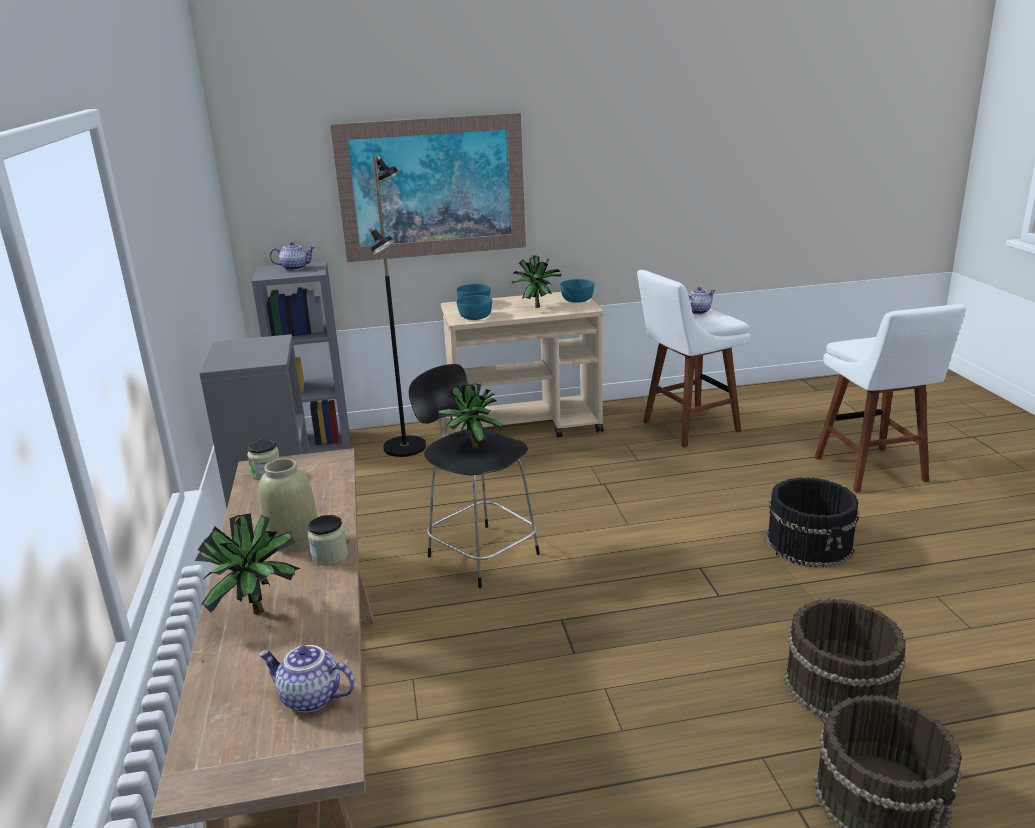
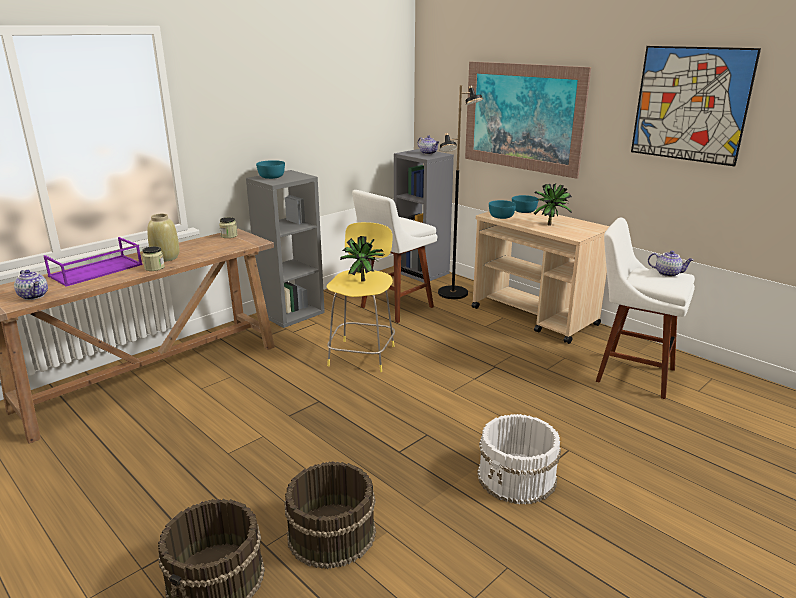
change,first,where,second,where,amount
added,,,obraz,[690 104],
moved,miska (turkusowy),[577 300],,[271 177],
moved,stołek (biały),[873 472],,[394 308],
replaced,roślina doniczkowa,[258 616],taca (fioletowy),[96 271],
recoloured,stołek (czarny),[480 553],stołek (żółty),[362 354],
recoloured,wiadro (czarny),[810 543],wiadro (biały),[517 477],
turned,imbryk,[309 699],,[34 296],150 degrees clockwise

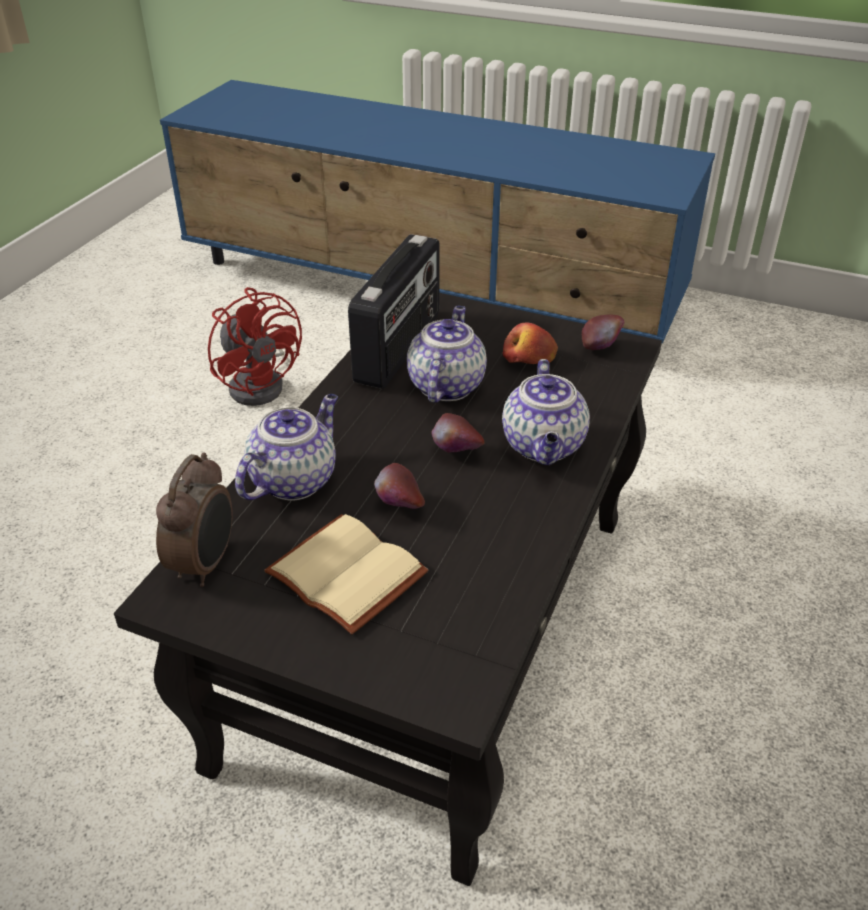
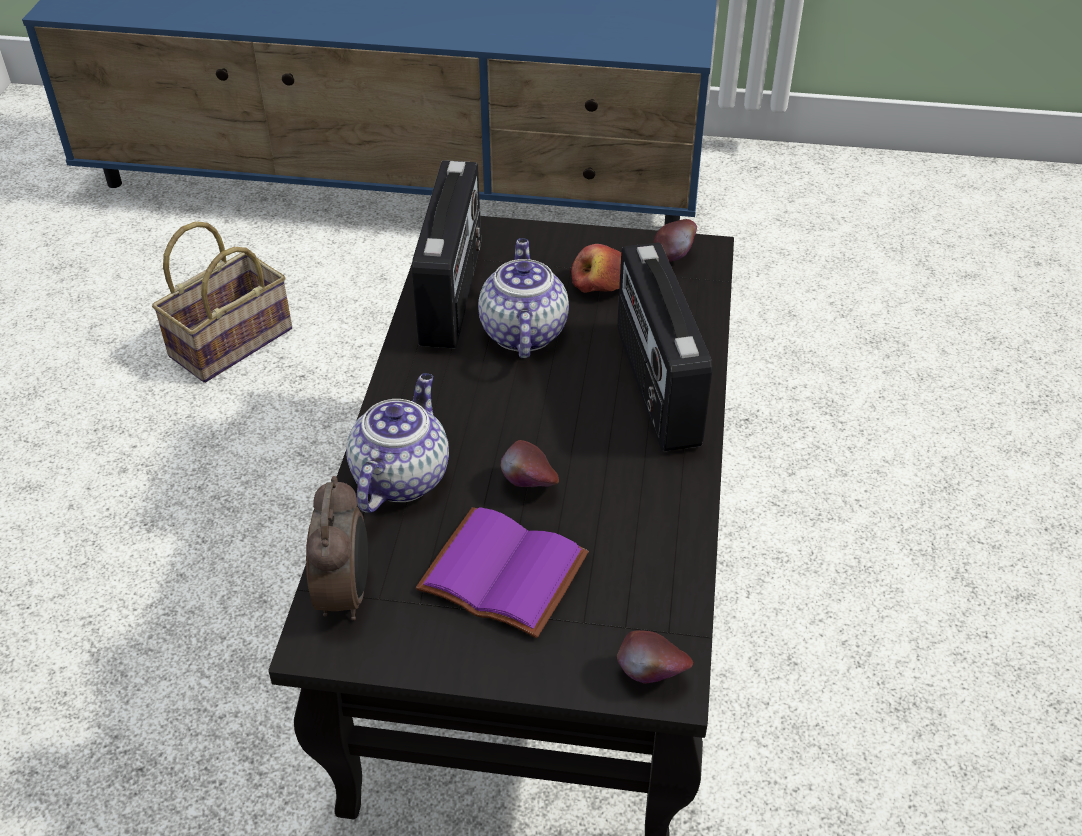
change,first,where,second,where,amount
moved,jabłko,[457 454],,[651 676],
replaced,wentylator (czerwony),[261 383],koszyk,[232 340],
replaced,imbryk,[544 447],radio,[655 387],
recoloured,książka (beżowy),[342 575],książka (fioletowy),[499 576],

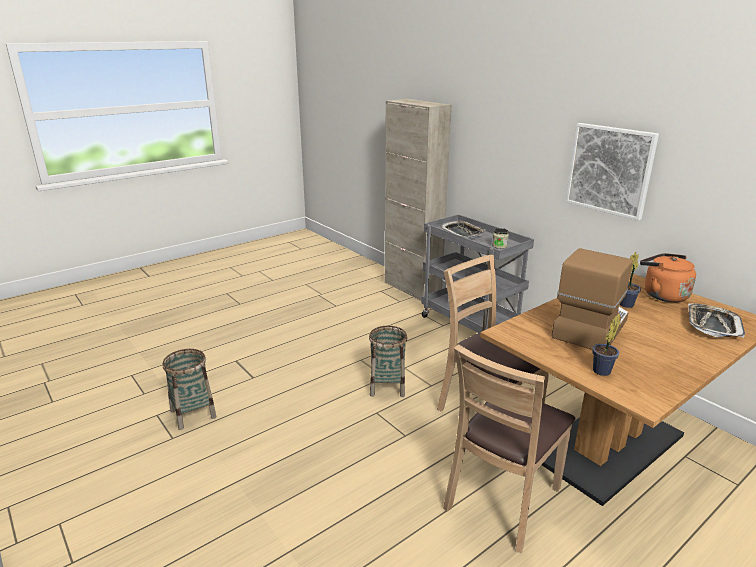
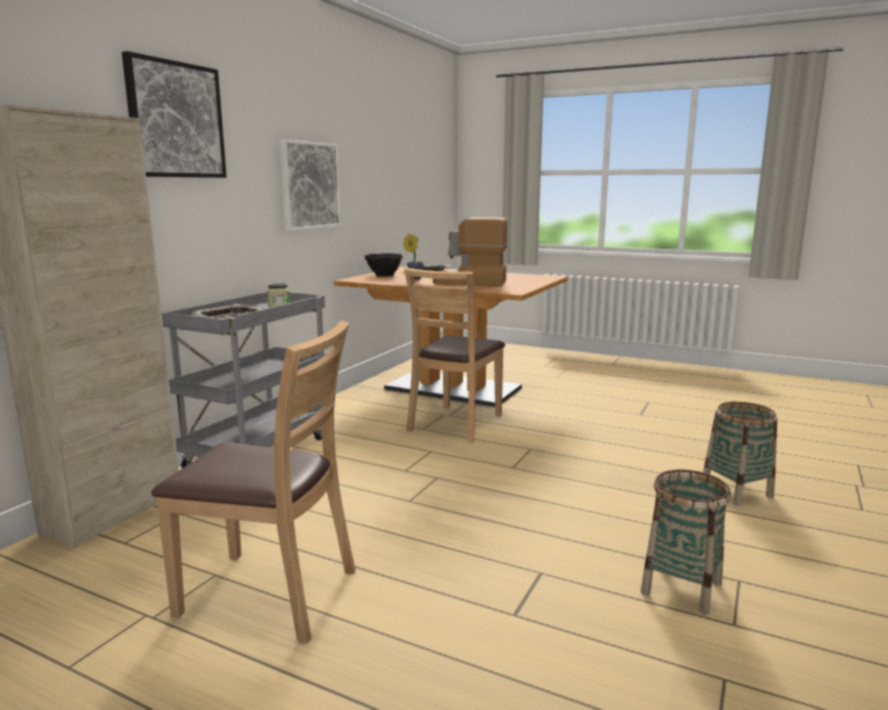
change,first,where,second,where,amount
removed,roślina doniczkowa,[600 372],,,
added,,,obraz,[175 120],
moved,koszyk,[387 386],,[736 491],
moved,krzesło (brązowy),[503 500],,[270 594],
replaced,czajnik (pomarańczowy),[662 295],miska (czarny),[383 275],

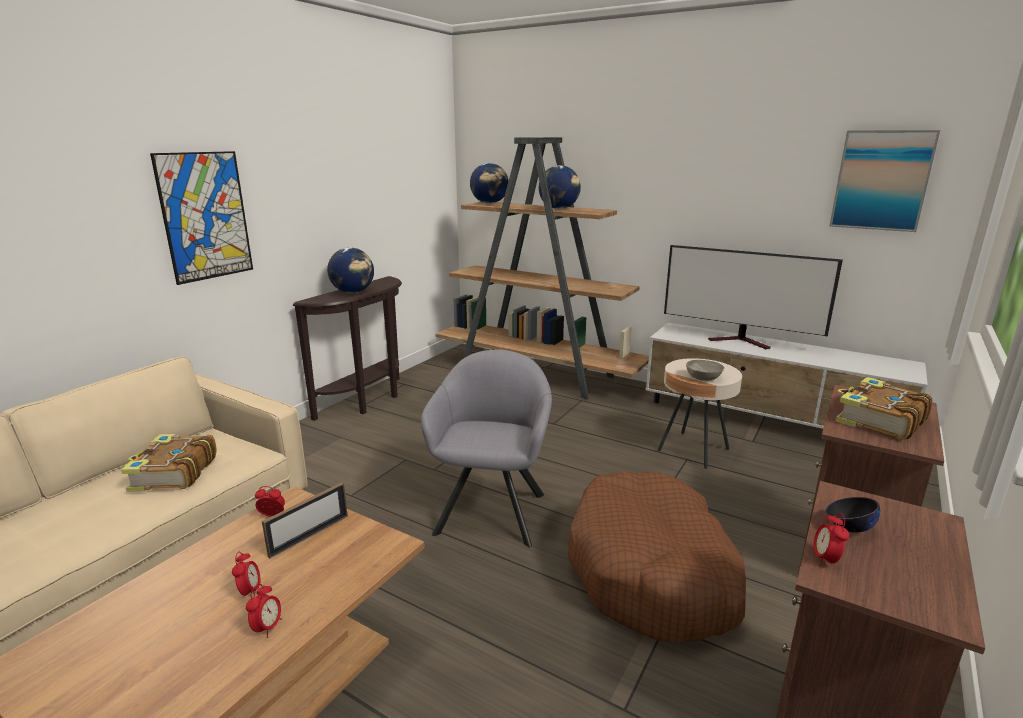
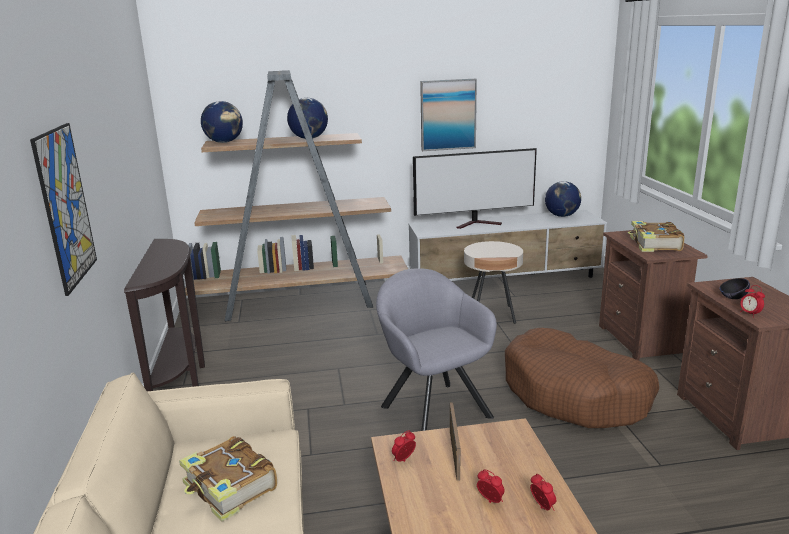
change,first,where,second,where,amount
removed,miska (szary),[703 378],,,
moved,globus,[353 292],,[562 216],
moved,obraz,[881 180],,[448 115],

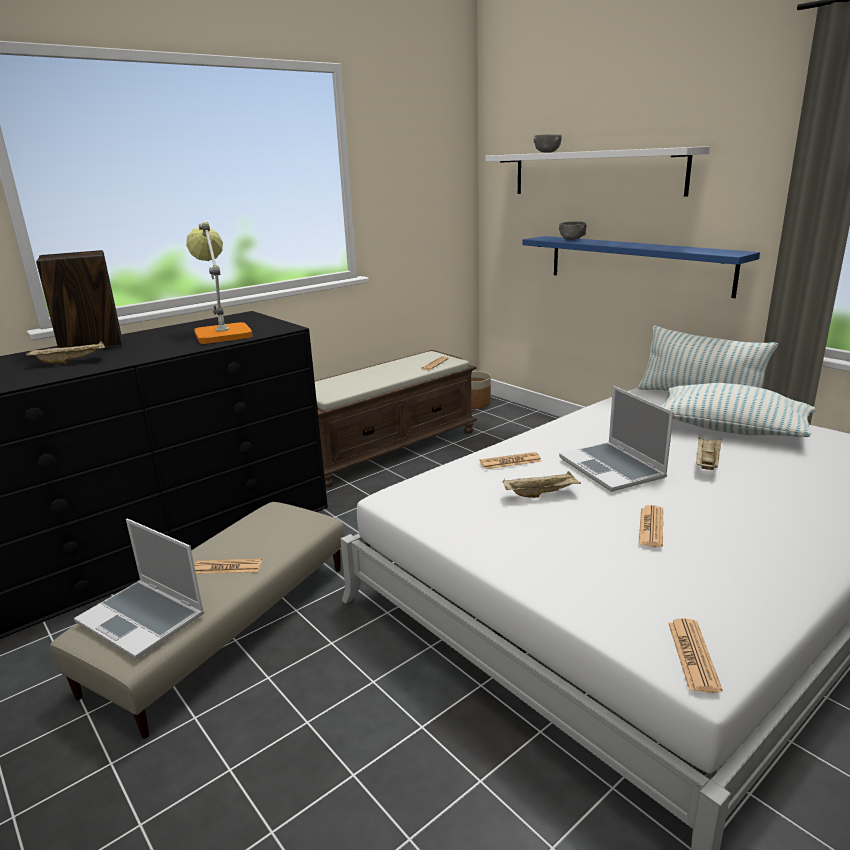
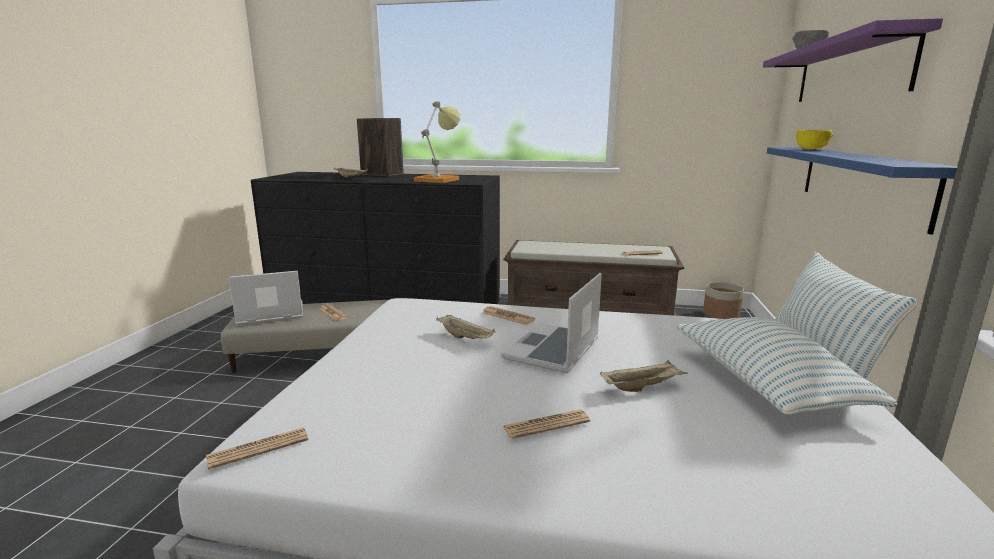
change,first,where,second,where,amount
moved,gazeta,[651 527],,[546 425],
recoloured,półka (biały),[595 173],półka (fioletowy),[849 71],
recoloured,miska (szary),[572 239],miska (żółty),[811 149],
turned,laptop,[143 619],,[270 315],75 degrees clockwise

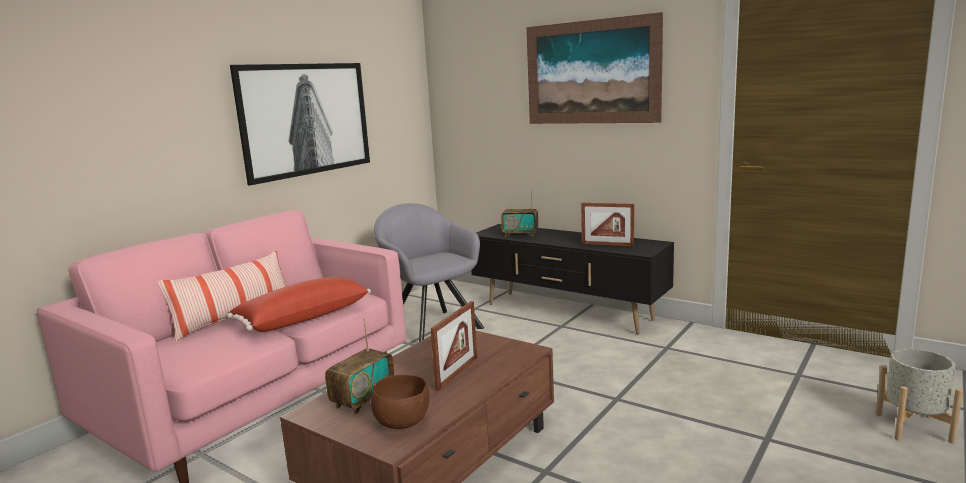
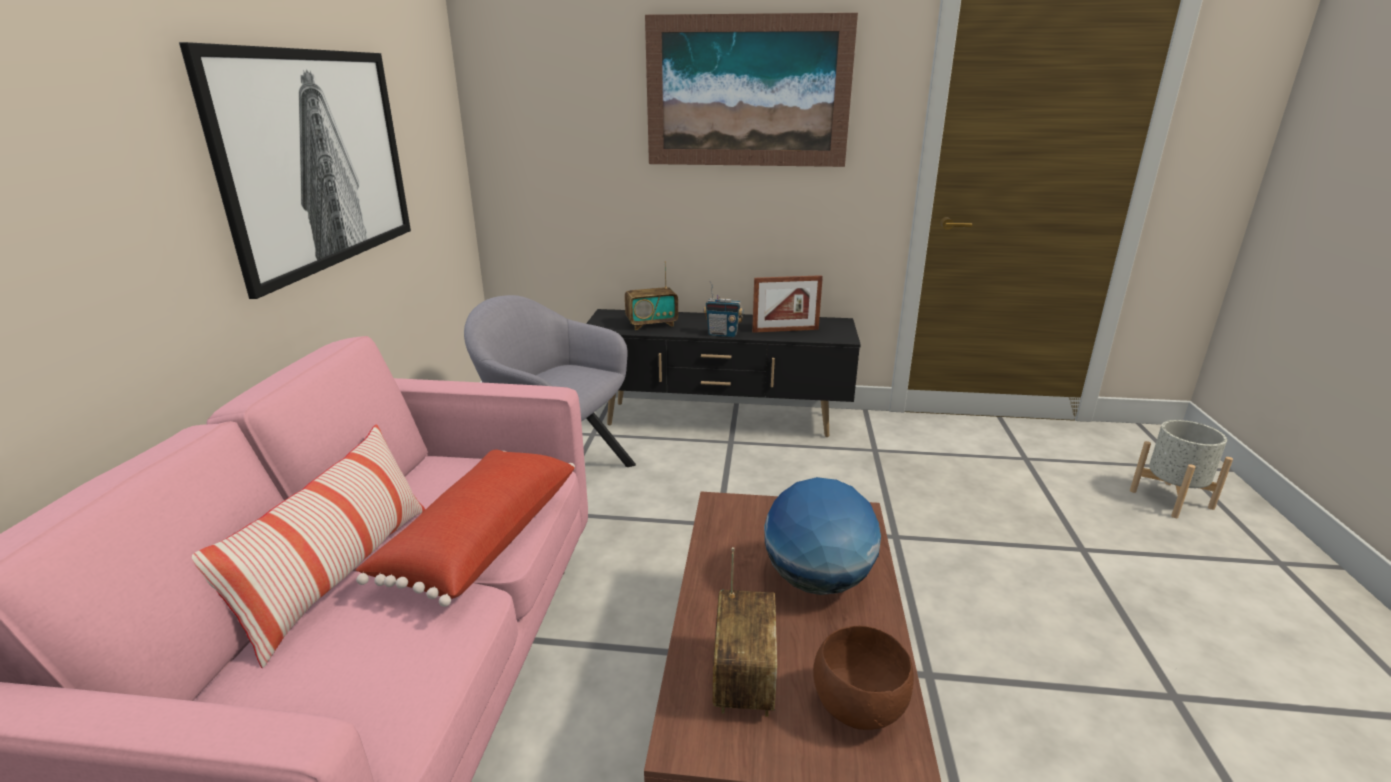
change,first,where,second,where,amount
added,,,radio,[722 334],
replaced,ramka na zdjęcie,[457 373],globus,[817 581],

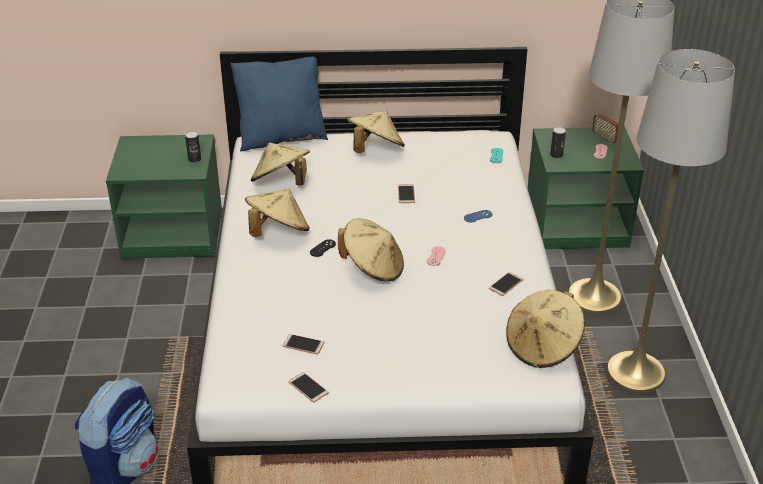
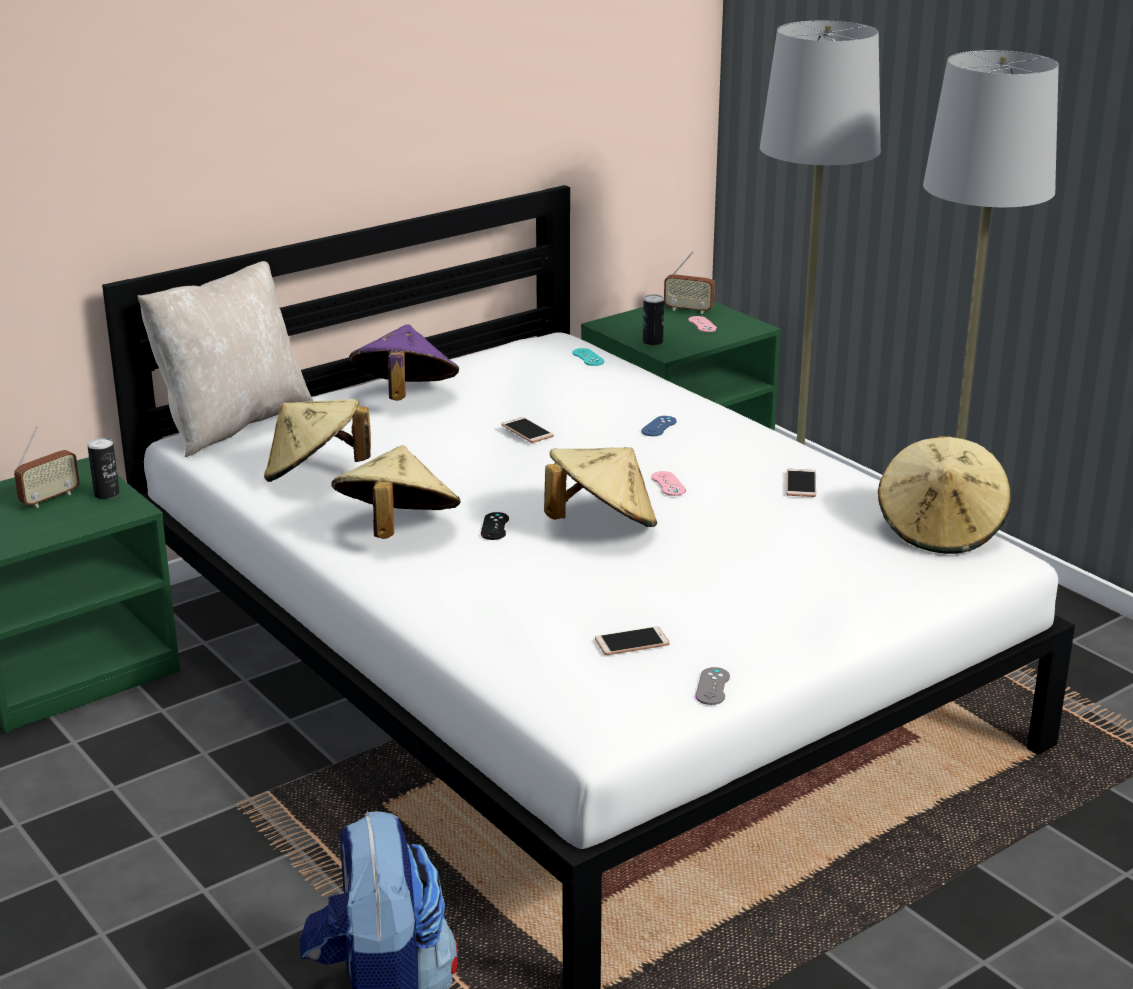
change,first,where,second,where,amount
added,,,radio,[50 499],
replaced,telefon,[308 388],pad do gier (szary),[712 686],
recoloured,poduszka (niebieski),[281 138],poduszka (beżowy),[232 423],
recoloured,kapelusz (beżowy),[375 150],kapelusz (fioletowy),[404 397],

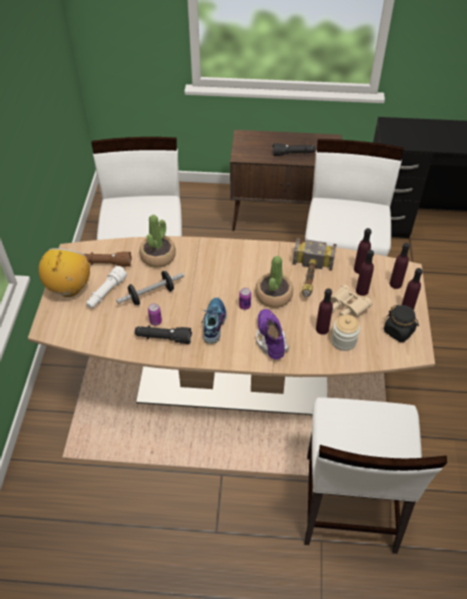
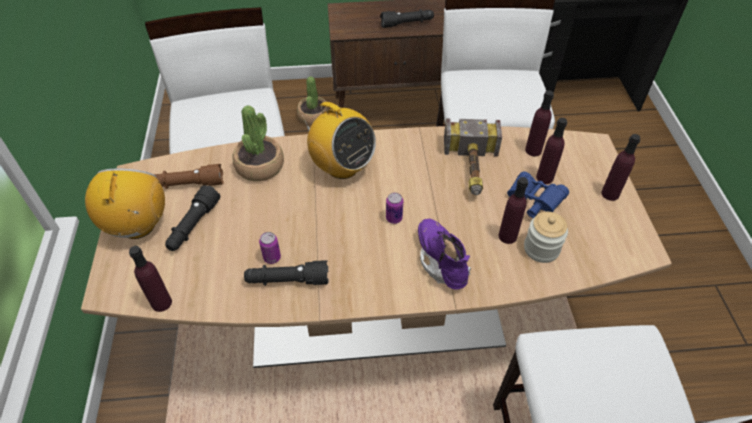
change,first,where,second,where,amount
removed,hantel,[151 295],,,
removed,but,[213 323],,,
removed,słoik (czarny),[399 331],,,
added,,,radio,[342 167],
moved,roślina doniczkowa,[273 295],,[313 116],
moved,butelka (fioletowy),[395 284],,[161 303],
recoloured,latarka (biały),[106 293],latarka (czarny),[193 226],
recoloured,lornetka (beżowy),[346 307],lornetka (niebieski),[531 202],

